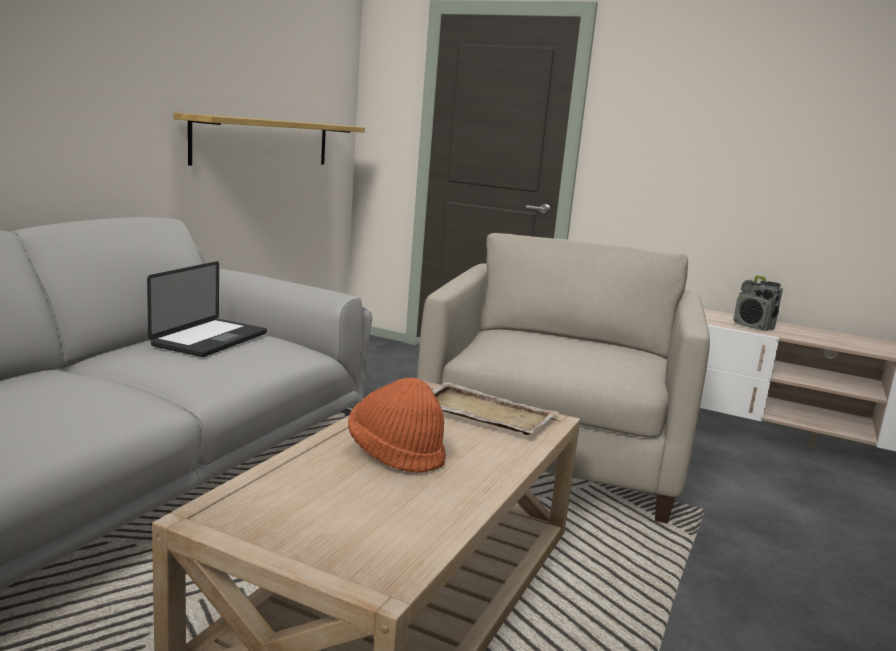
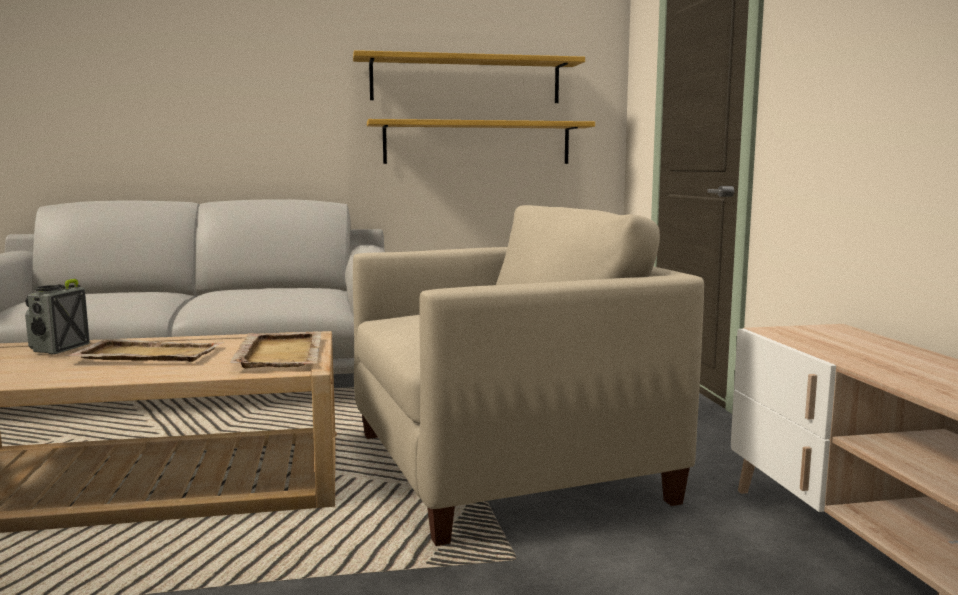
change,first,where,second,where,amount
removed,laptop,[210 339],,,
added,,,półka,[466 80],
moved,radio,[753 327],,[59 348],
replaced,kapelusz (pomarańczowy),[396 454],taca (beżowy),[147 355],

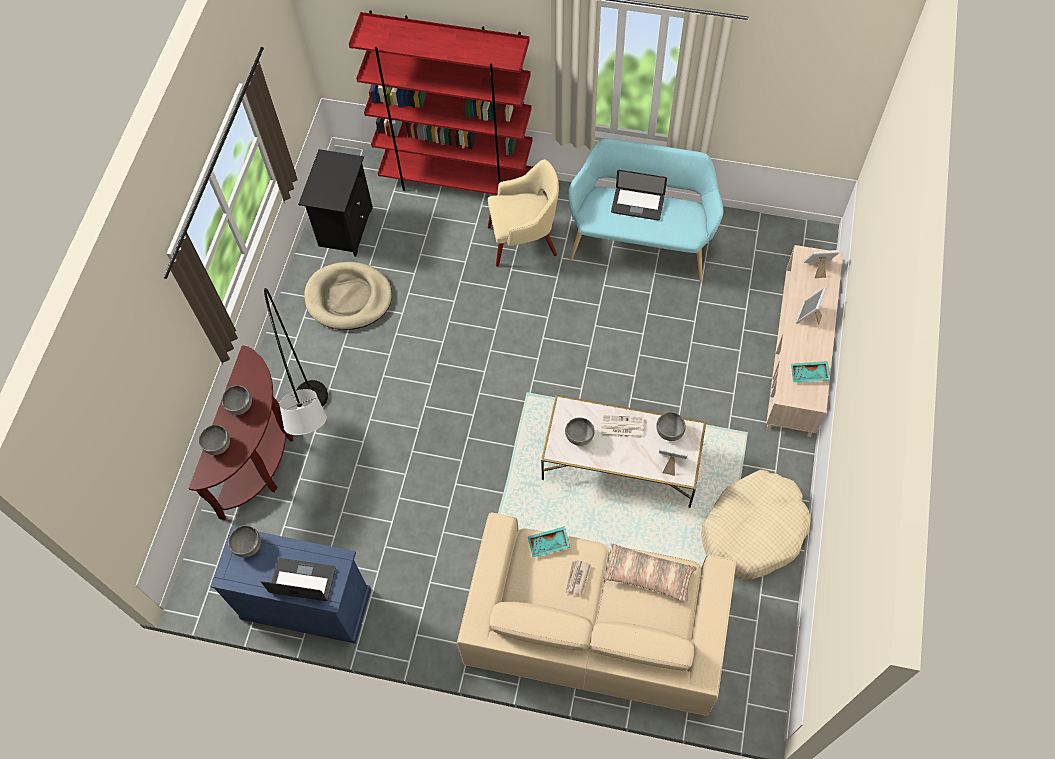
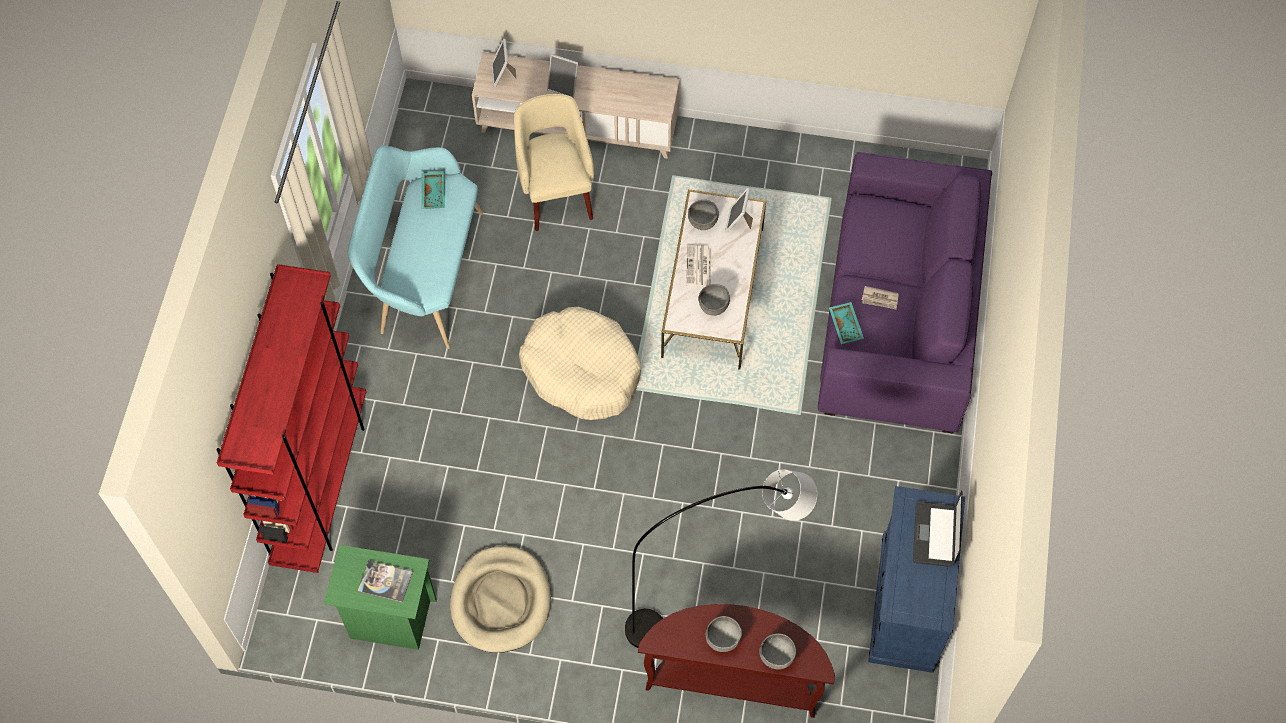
change,first,where,second,where,amount
removed,miska (szary),[248 547],,,
removed,poduszka,[648 576],,,
removed,laptop,[637 205],,,
added,,,książka,[385 581],
moved,fotel (beżowy),[524 240],,[556 192],
moved,legowisko (beżowy),[753 530],,[581 370],
moved,taca (turkusowy),[809 375],,[434 193],
recoloured,szafka nocna (czarny),[344 227],szafka nocna (zielony),[389 619],
recoloured,kanapa (beżowy),[595 626],kanapa (fioletowy),[899 315],

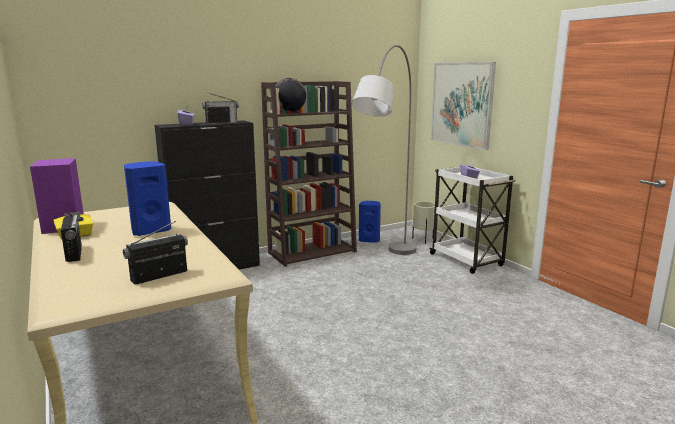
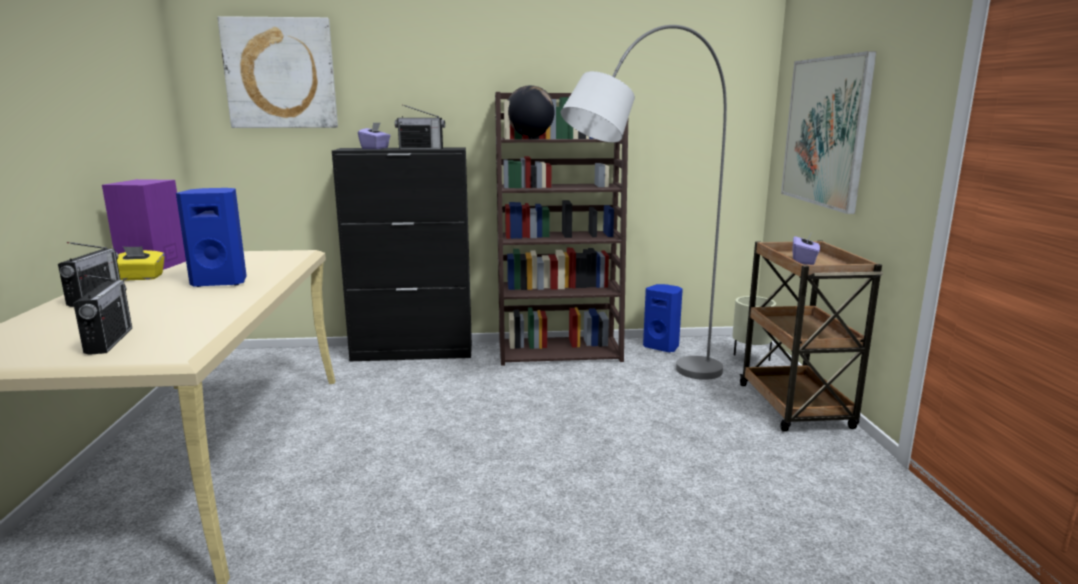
change,first,where,second,where,amount
added,,,obraz,[280 73],
recoloured,wózek (biały),[467 260],wózek (brązowy),[795 407],
turned,radio,[159 276],,[109 341],90 degrees clockwise

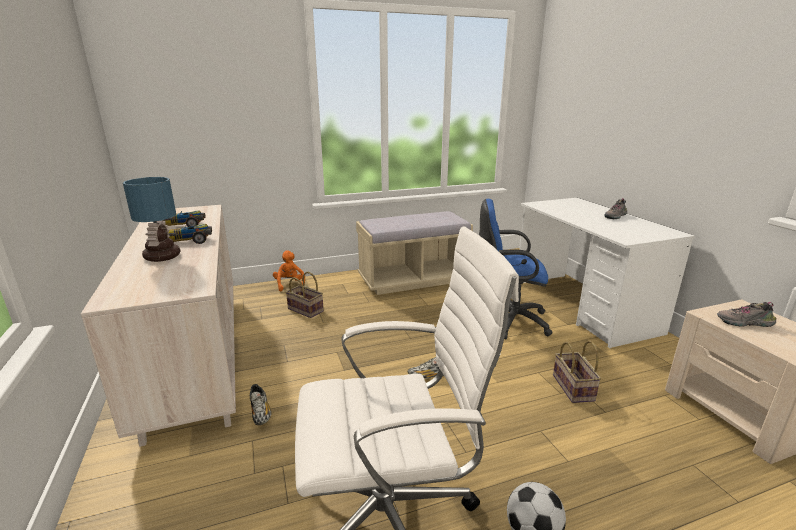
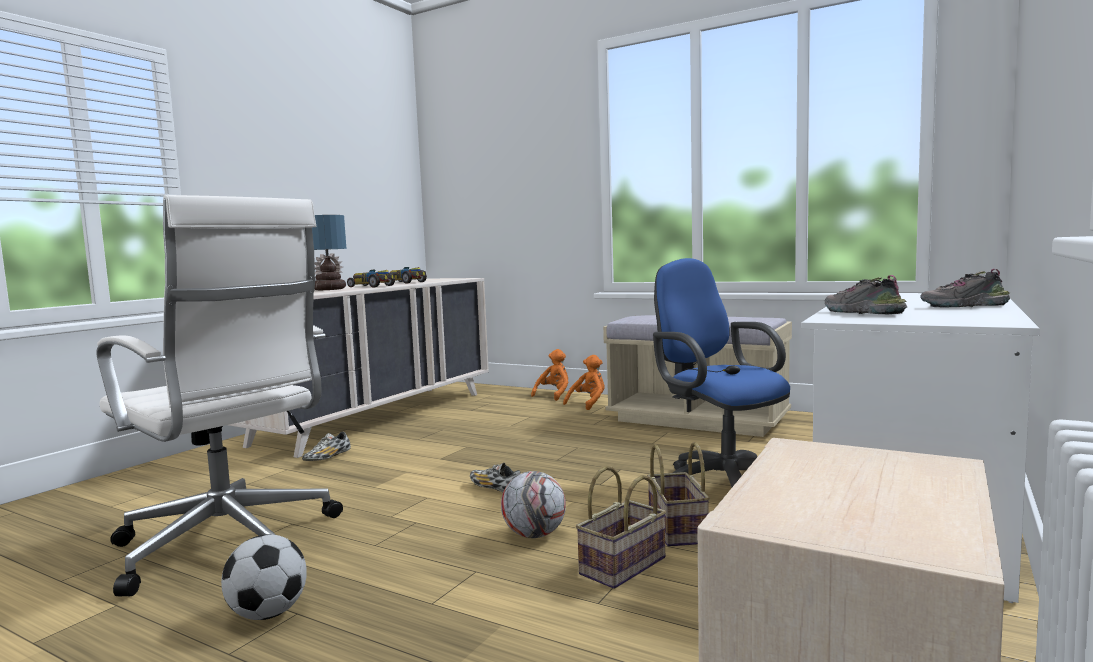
change,first,where,second,where,amount
added,,,piłka futbolowa,[534 535],
added,,,pluszak (pomarańczowy),[588 403],
moved,koszyk,[306 310],,[679 530],
moved,but,[744 323],,[861 313],

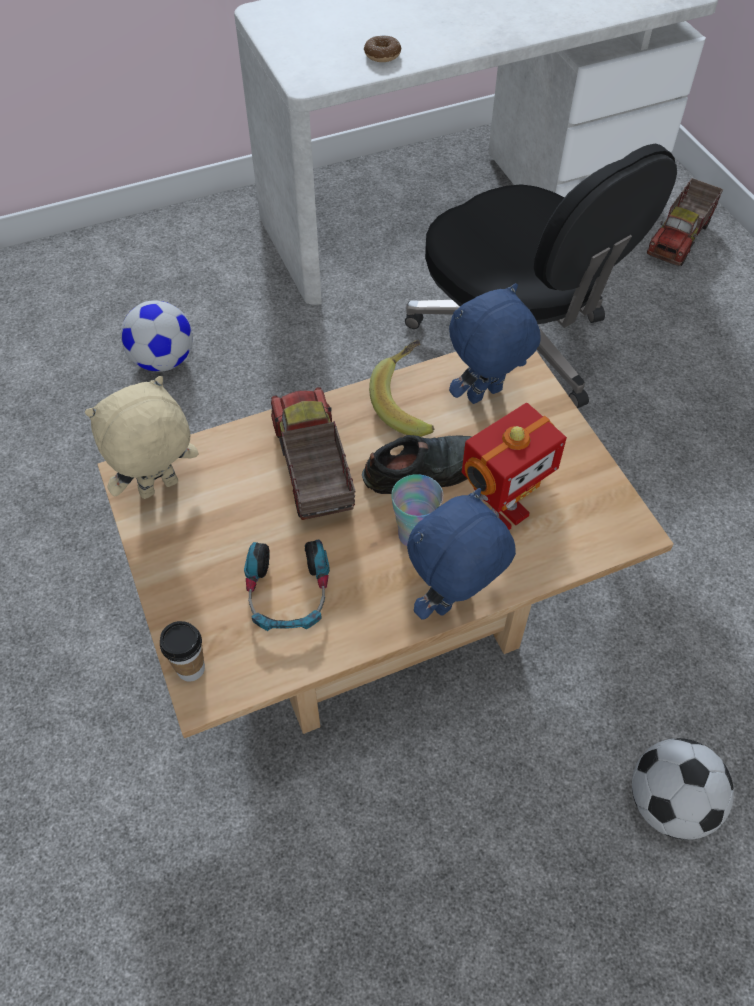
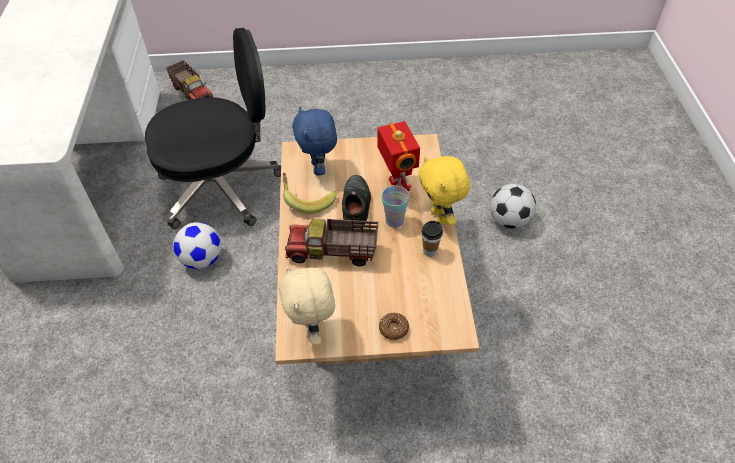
change,first,where,second,where,amount
removed,słuchawki,[288 593],,,
moved,piłka futbolowa,[163 360],,[202 259],
moved,filiżanka,[191 668],,[430 251],
moved,donut,[382 55],,[393 329],
recoloured,pluszak (niebieski),[453 603],pluszak (żółty),[440 217],

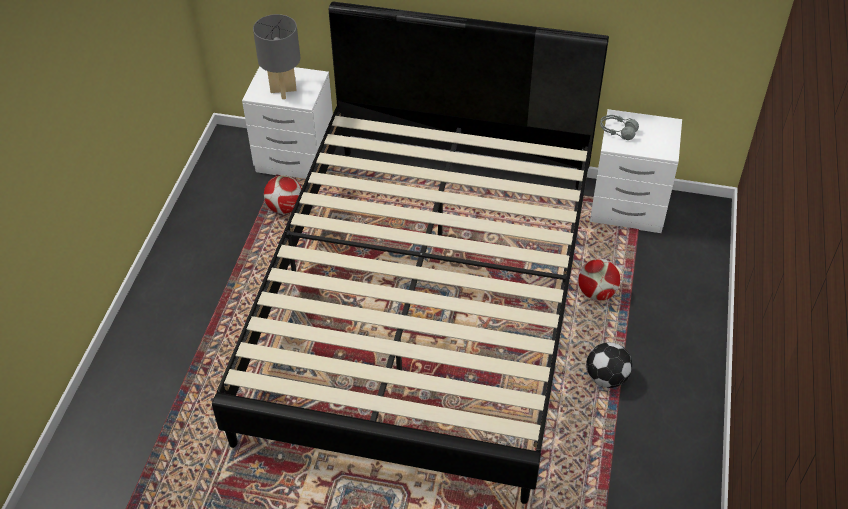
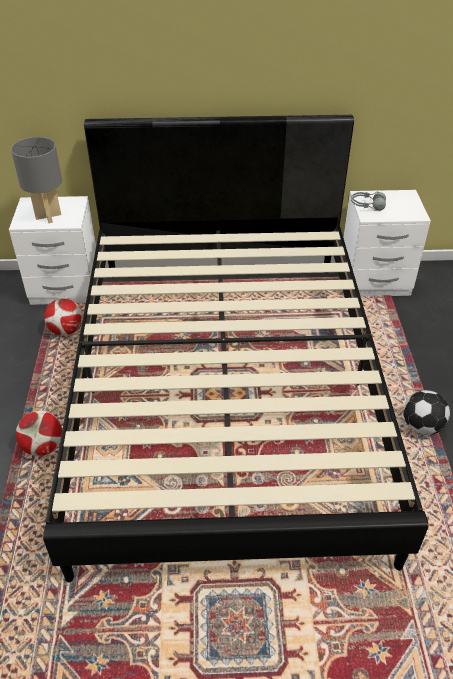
change,first,where,second,where,amount
moved,piłka futbolowa,[596 293],,[44 447],

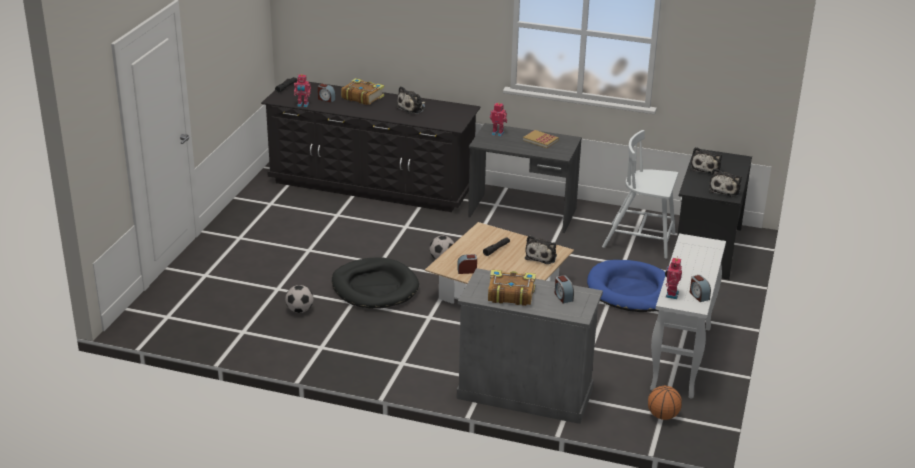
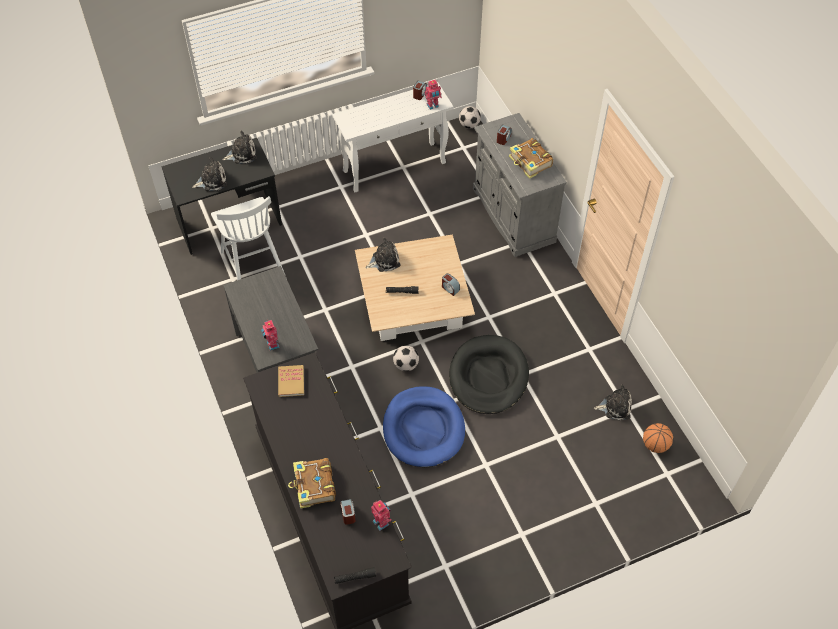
change,first,where,second,where,amount
moved,piłka futbolowa,[300 310],,[469 125],
moved,pluszak,[412 108],,[615 407],
moved,książka,[540 140],,[291 382],
moved,legowisko (niebieski),[632 291],,[423 429],
moved,piłka do koszykówki,[663 416],,[655 445],

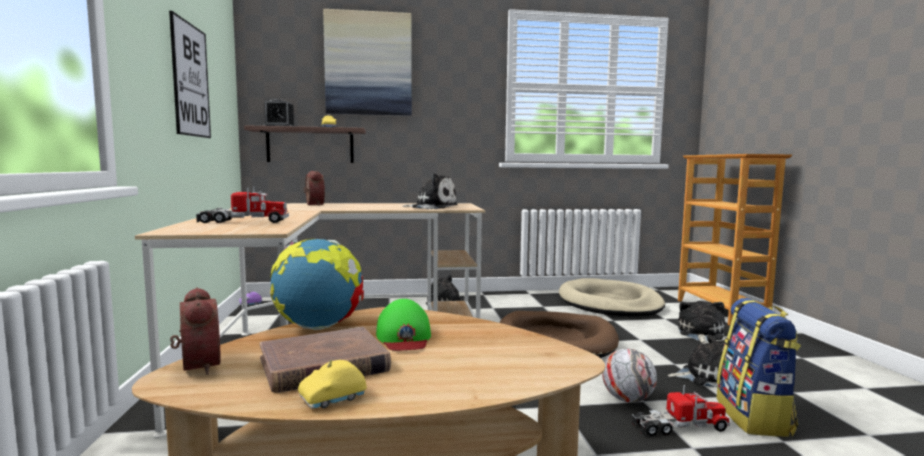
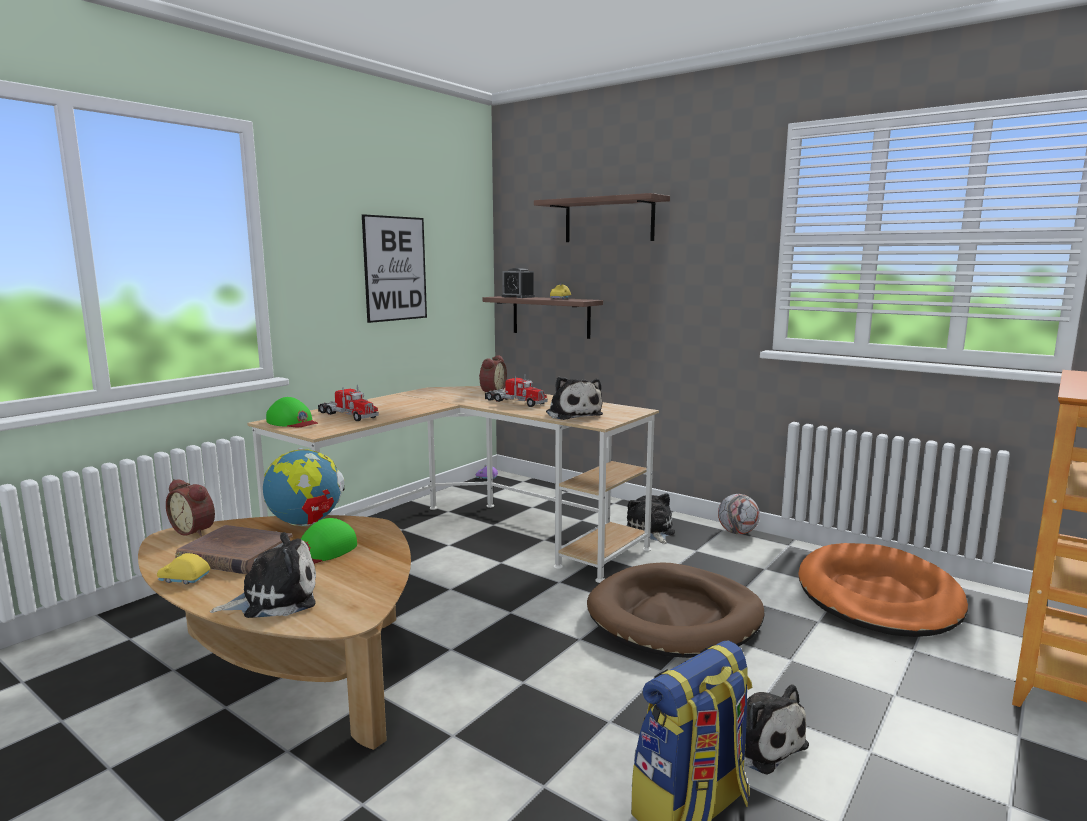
change,first,where,second,where,amount
added,,,czapka z daszkiem (zielony),[292 422],
moved,piłka futbolowa,[627 399],,[737 532],
moved,ciężarówka zabawkowa,[679 427],,[515 402],
moved,pluszak,[700 334],,[274 599],
replaced,obraz,[368 64],półka,[608 220],
recoloured,legowisko (beżowy),[609 303],legowisko (pomarańczowy),[878 596],
turned,budzik,[196 366],,[195 530],105 degrees clockwise

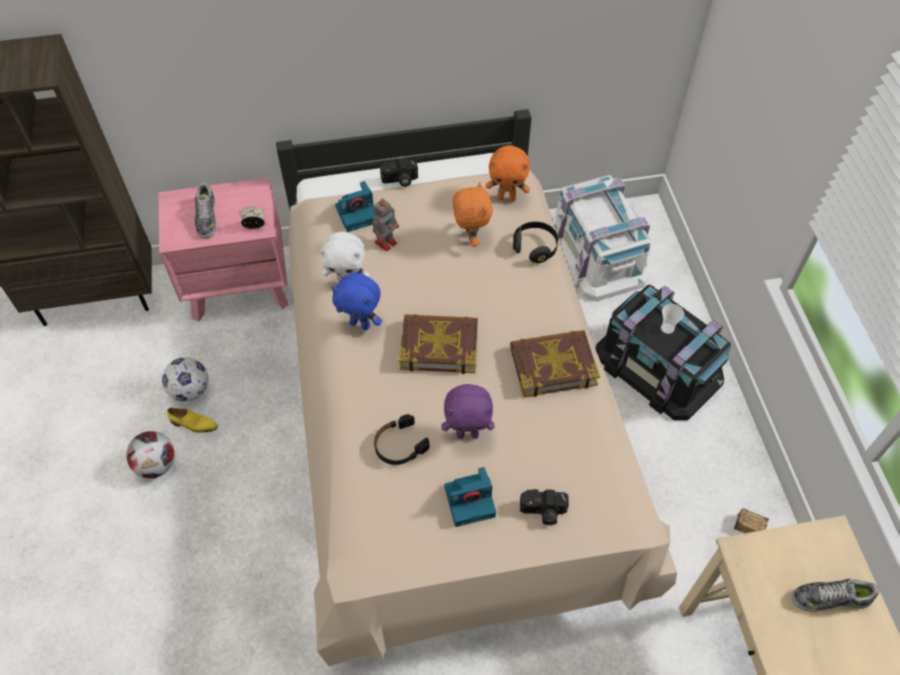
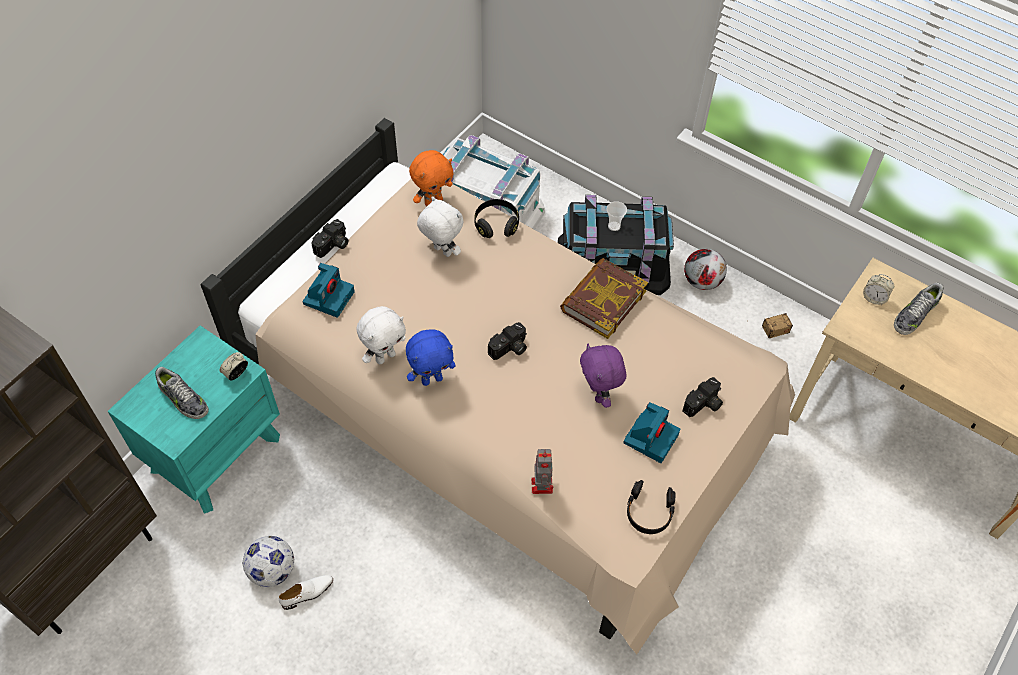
change,first,where,second,where,amount
added,,,budzik,[874 298],
moved,piłka futbolowa,[157 464],,[702 281],
moved,robot zabawkowy,[386 242],,[541 484],
moved,słuchawki (czarny),[399 445],,[649 512],
replaced,książka,[439 346],aparat fotograficzny,[509 349],
recoloured,szafka nocna (różowy),[239 285],szafka nocna (turkusowy),[216 452],
recoloured,but (żółty),[194 424],but (biały),[307 593],
recoloured,pluszak (pomarańczowy),[470 238],pluszak (biały),[441 251],
turned,pluszak (fioletowy),[468 434],,[599 394],120 degrees clockwise

